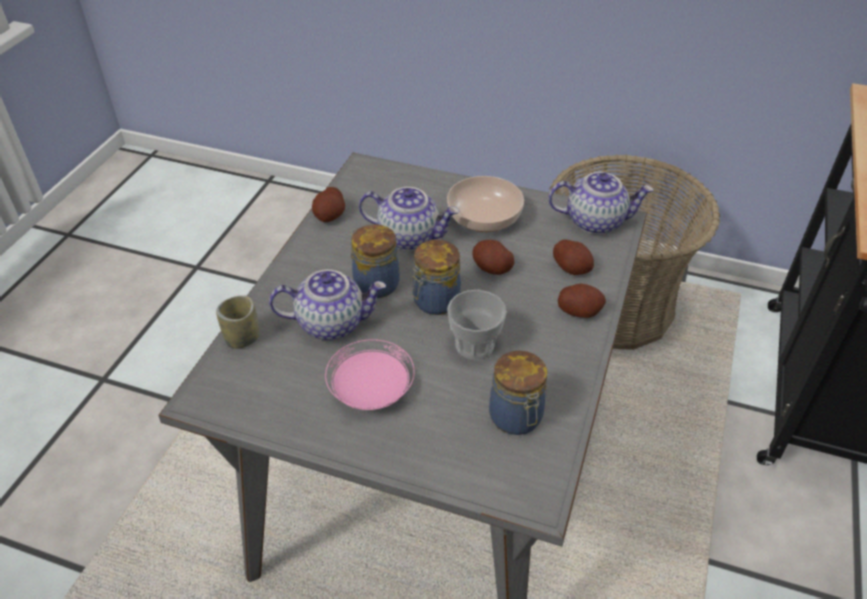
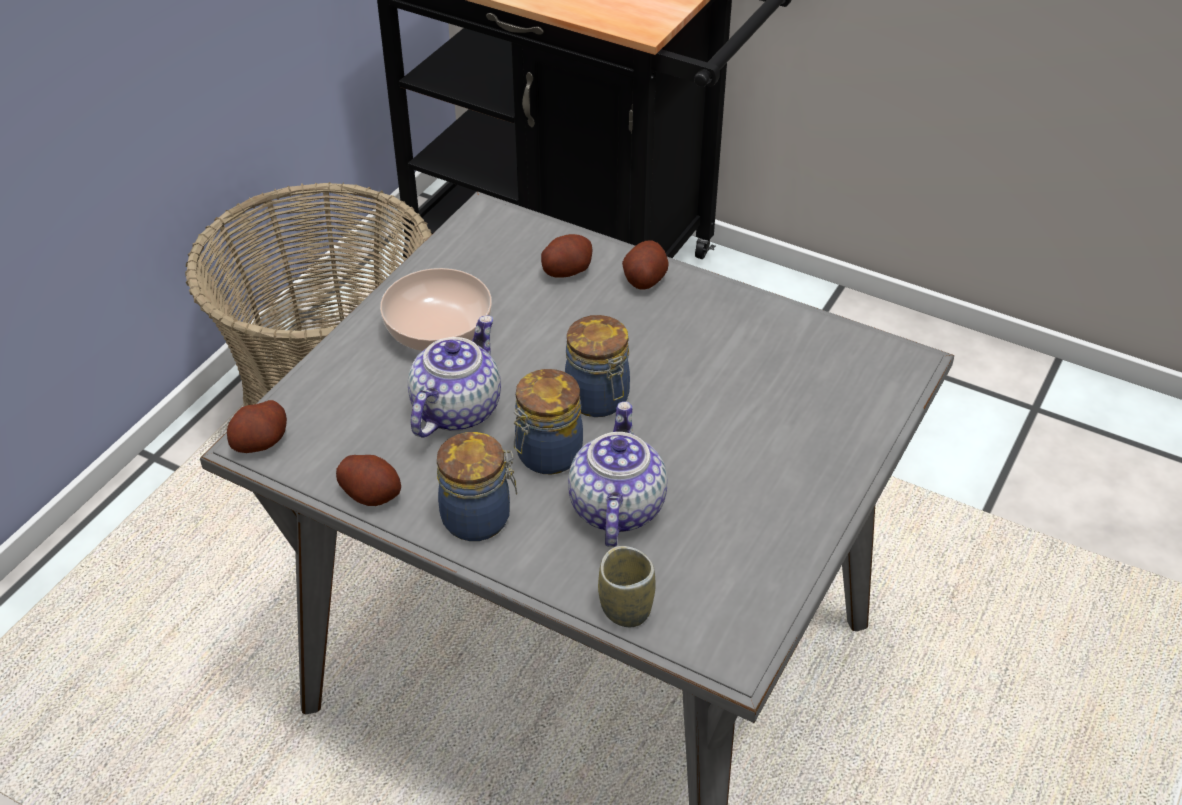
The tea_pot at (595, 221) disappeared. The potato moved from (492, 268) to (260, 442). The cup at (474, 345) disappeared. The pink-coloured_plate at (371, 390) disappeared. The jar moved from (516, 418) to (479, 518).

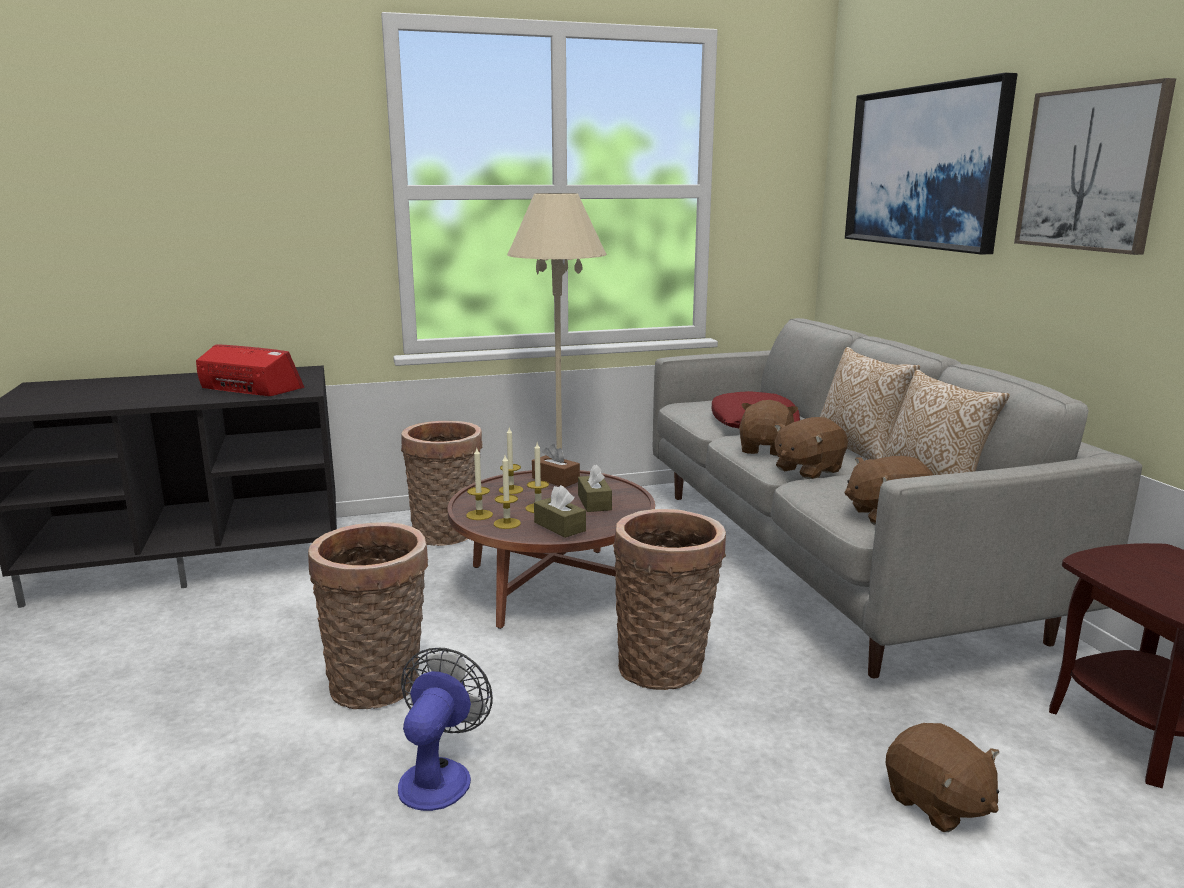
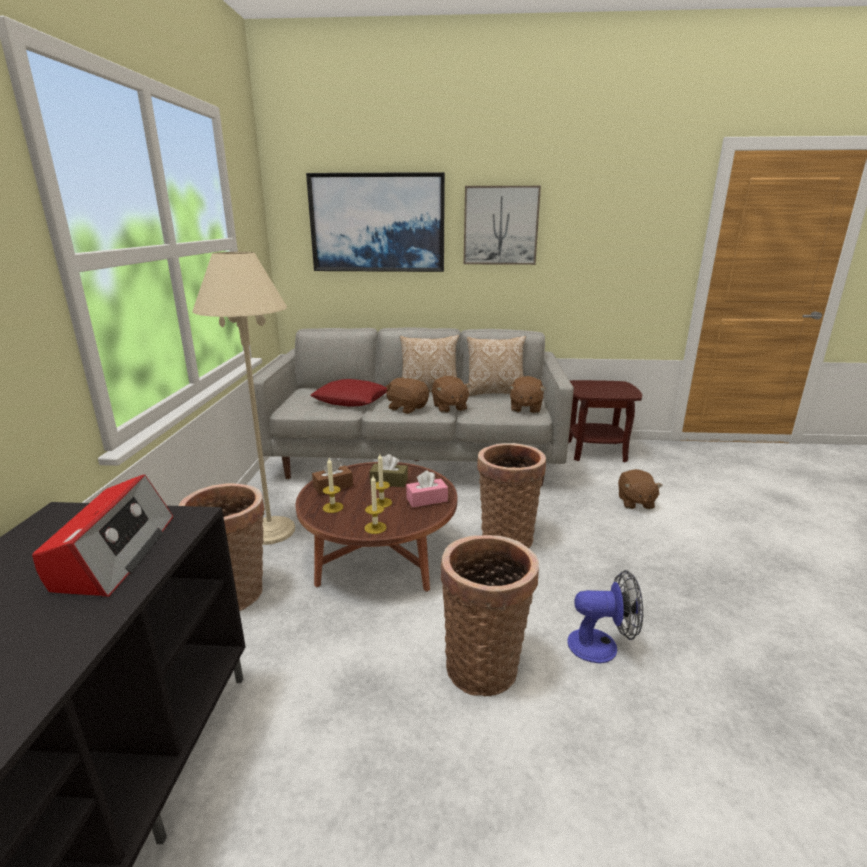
The radio_receiver at (250, 389) turned 135 degrees clockwise. The wax_candle at (507, 523) disappeared. The brownish_tissue_box at (559, 526) became the pink-coloured_tissue_box at (427, 499). The electric_fan at (439, 775) turned 150 degrees clockwise. The brownish_cuddly_toy at (937, 803) turned 105 degrees clockwise.

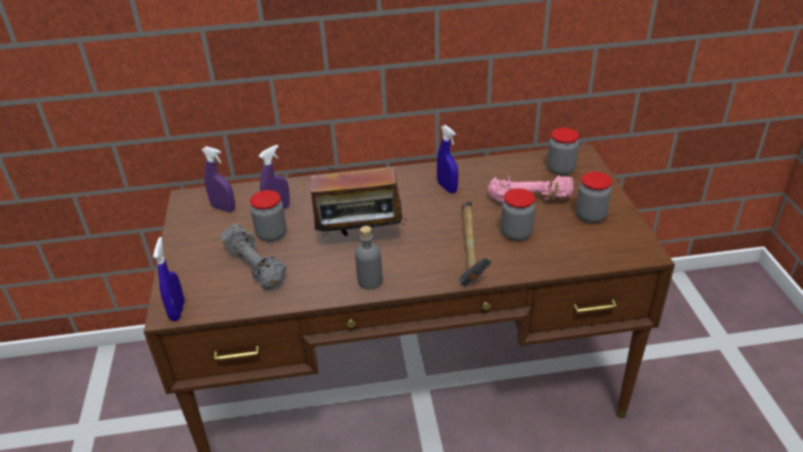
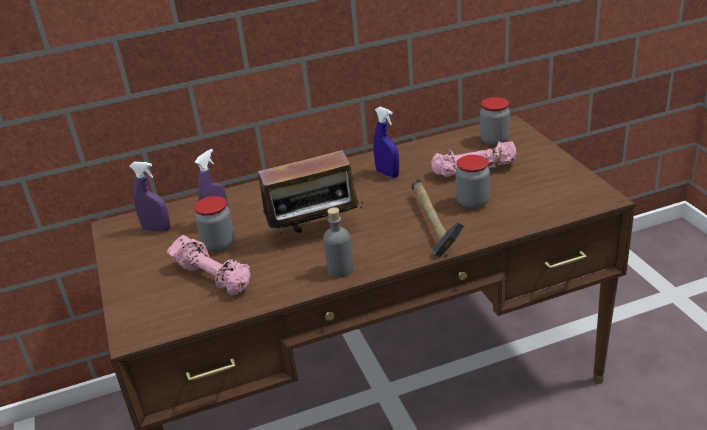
The jar at (590, 216) disappeared. The gray_free_weight at (256, 267) became the pink-coloured_free_weight at (213, 277). The blue_sprayer at (177, 311) disappeared.

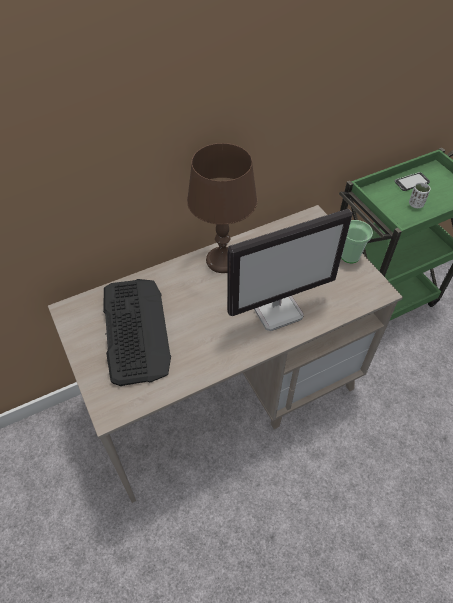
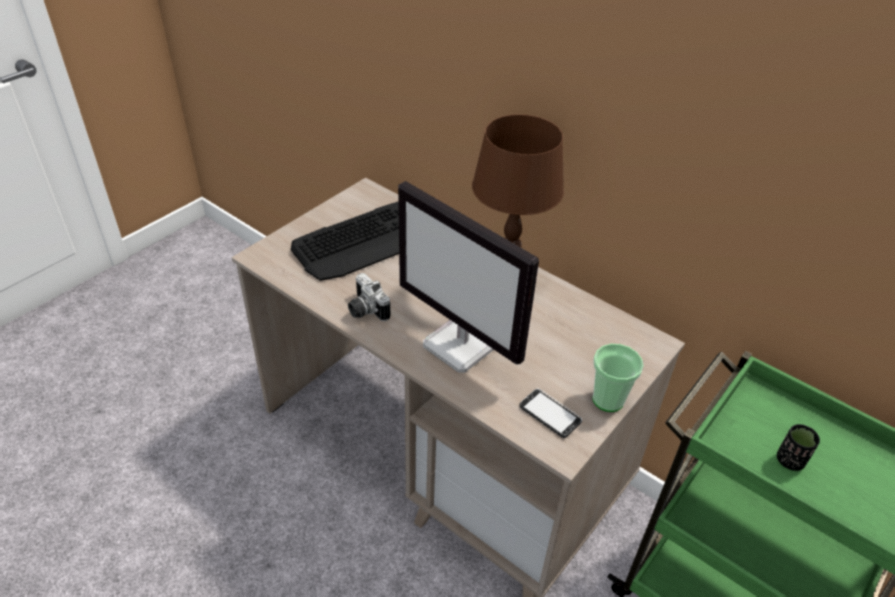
The phone moved from (411, 182) to (550, 414). The white_cup at (415, 204) became the black_cup at (790, 460). The still_camera at (365, 310) appeared.

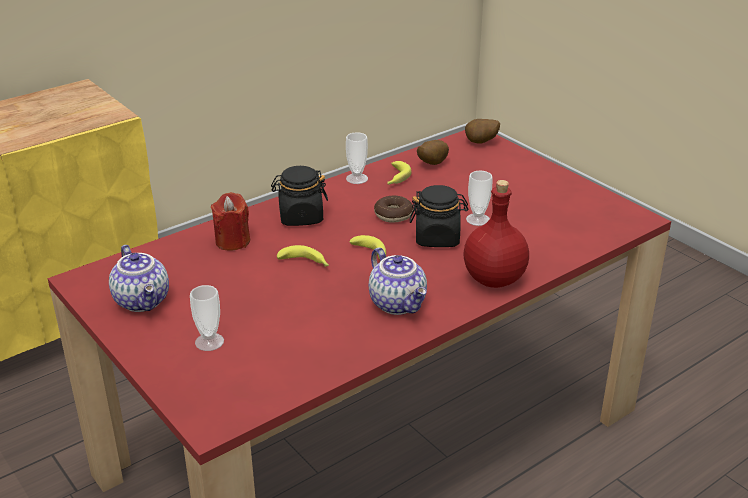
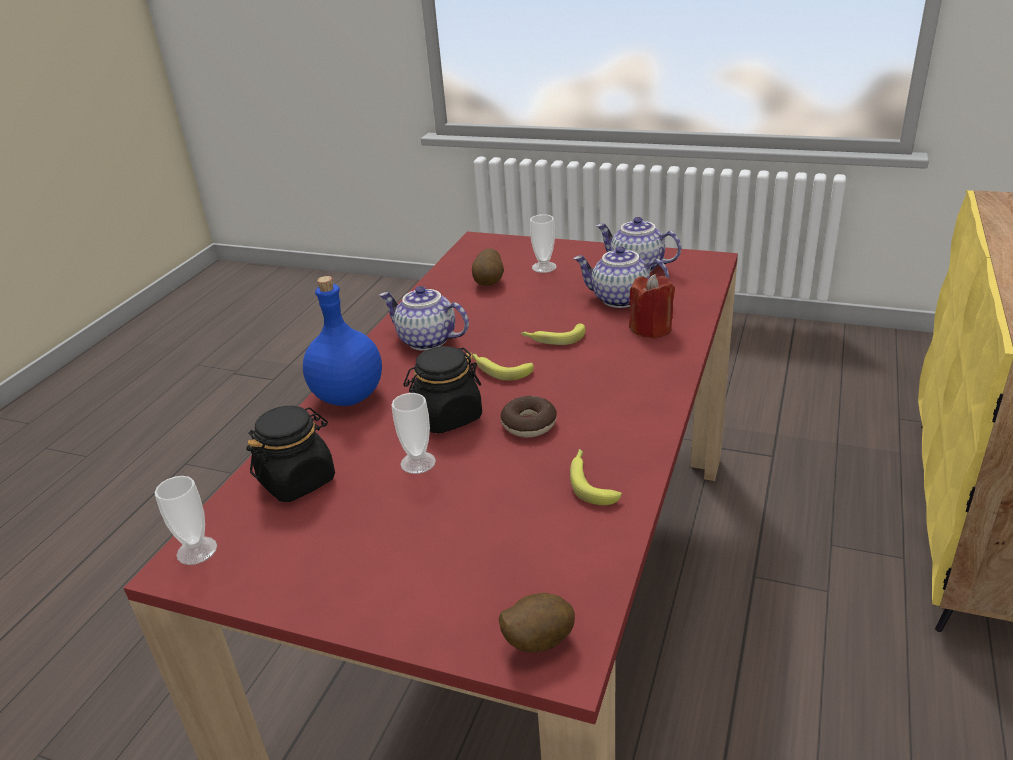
The cup moved from (357, 178) to (197, 551). The potato moved from (431, 164) to (489, 282). The black_jar moved from (300, 217) to (298, 480). The reddish_drink_bottle at (495, 279) became the blue_drink_bottle at (347, 397). The tea_pot at (619, 299) appeared.

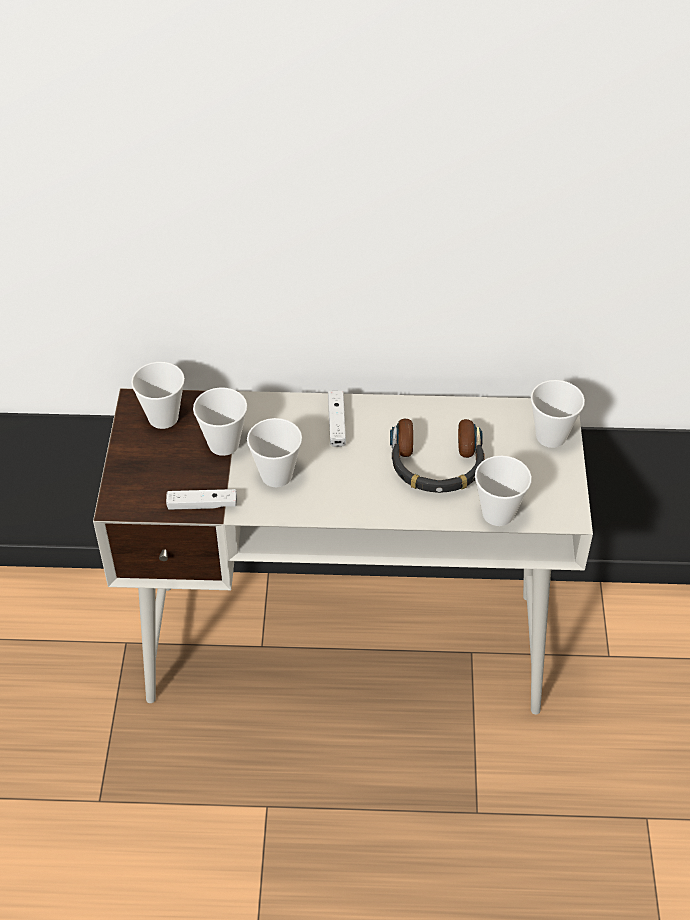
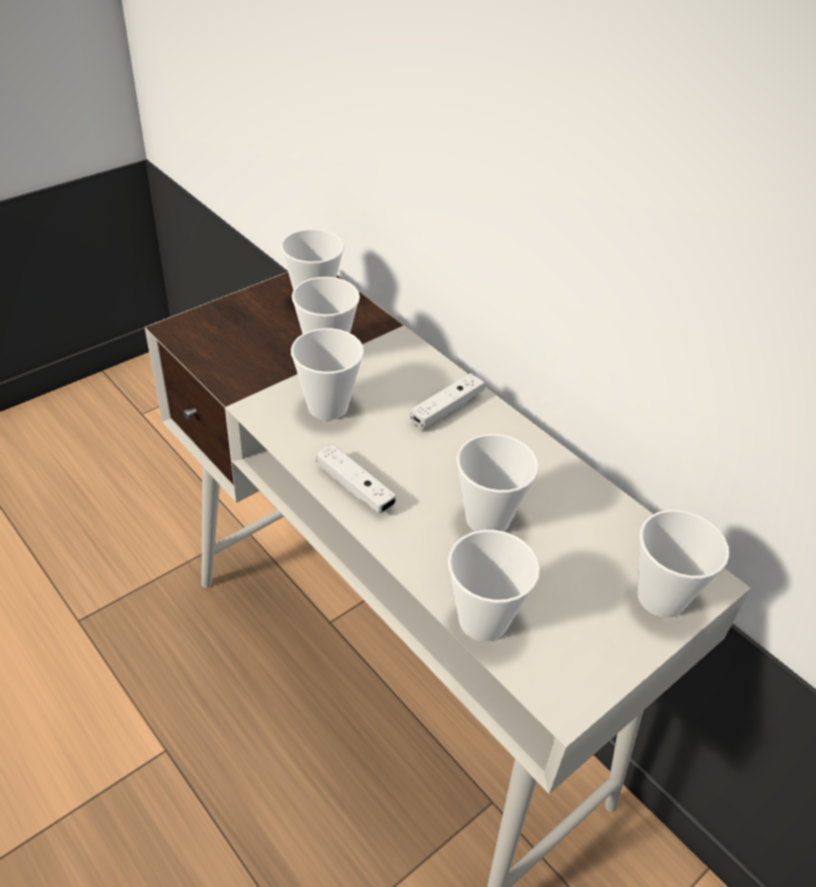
The pair_of_headphones at (436, 465) was replaced by the cup at (487, 518). The white_joypad moved from (202, 505) to (355, 487).

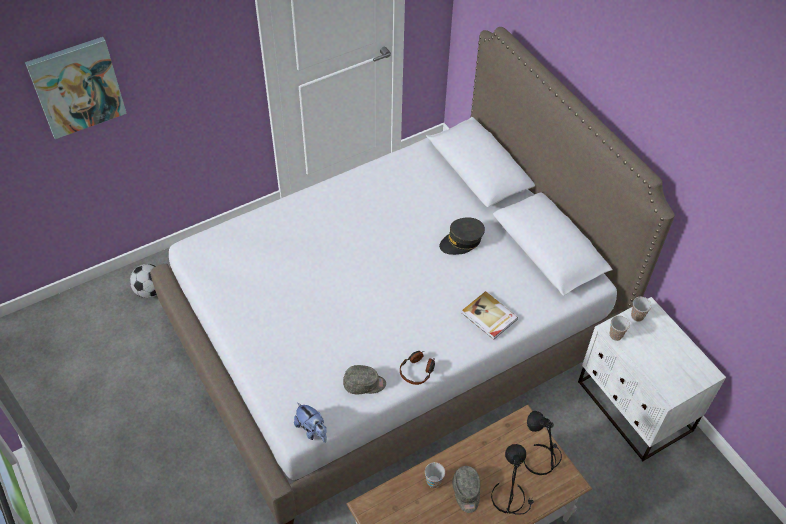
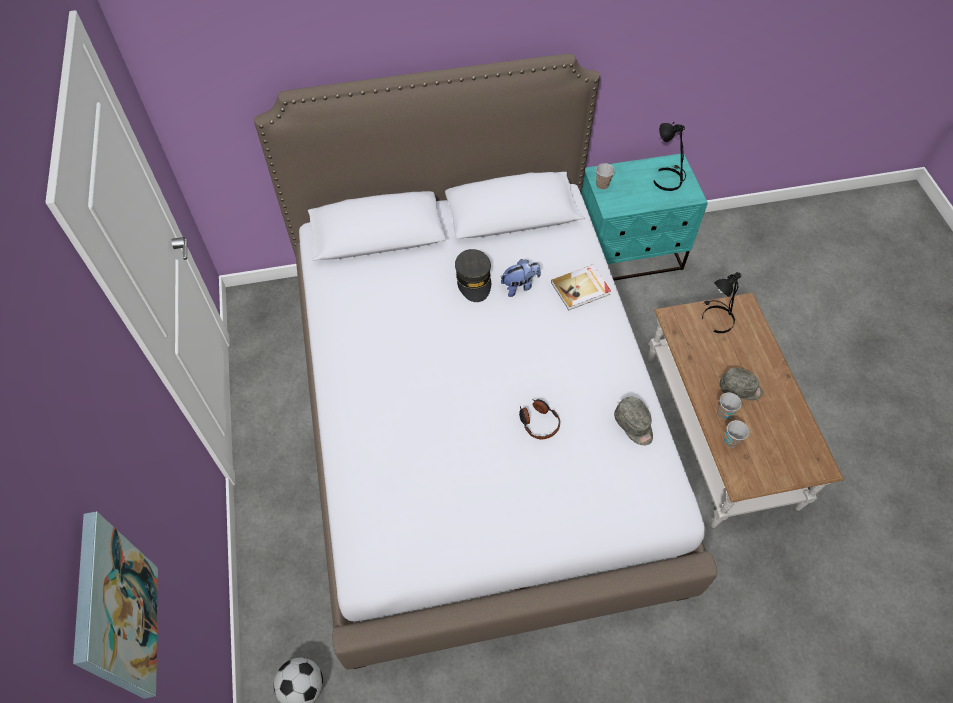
The white_night_table at (634, 407) became the turquoise_night_table at (628, 255). The cup moved from (615, 335) to (731, 441). The pair_of_headphones moved from (417, 370) to (538, 422). The gray_cap at (364, 384) turned 135 degrees clockwise. The cuddly_toy moved from (312, 430) to (519, 286). The black_tabletop_lamp moved from (510, 497) to (667, 178).

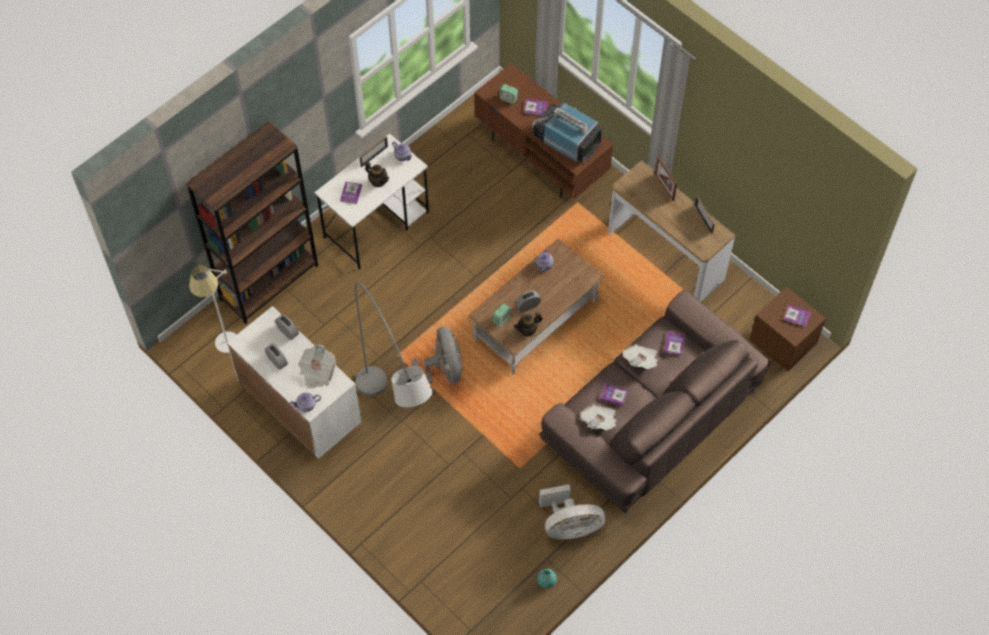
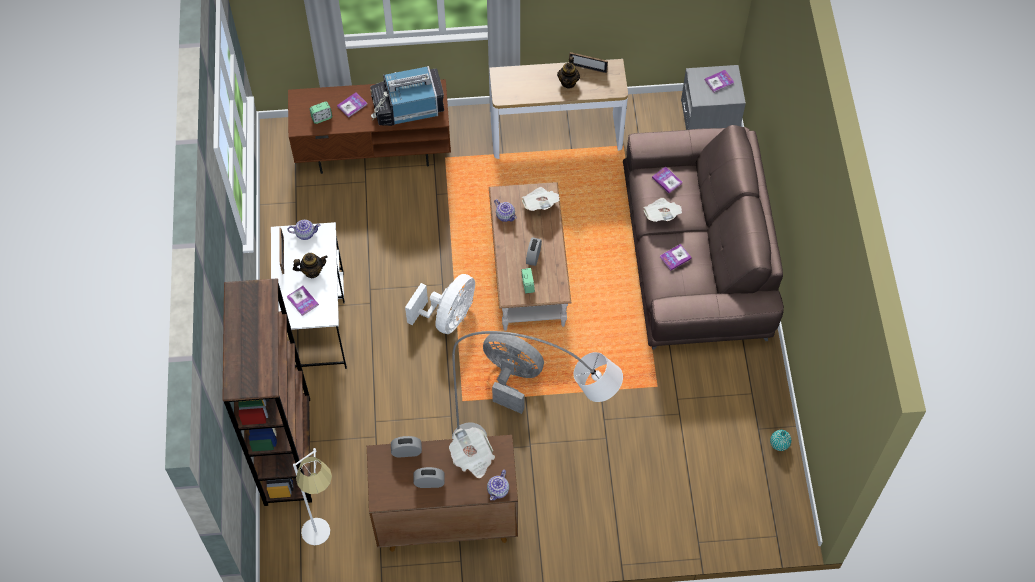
The photo_frame at (664, 187) disappeared. The brownish_night_table at (783, 342) became the gray_night_table at (709, 118). The white_storage_cabinet at (301, 411) became the brownish_storage_cabinet at (445, 519). The tea_pot moved from (528, 330) to (568, 82). The daily_paper moved from (599, 421) to (540, 204). The white_electric_fan moved from (569, 526) to (448, 317).

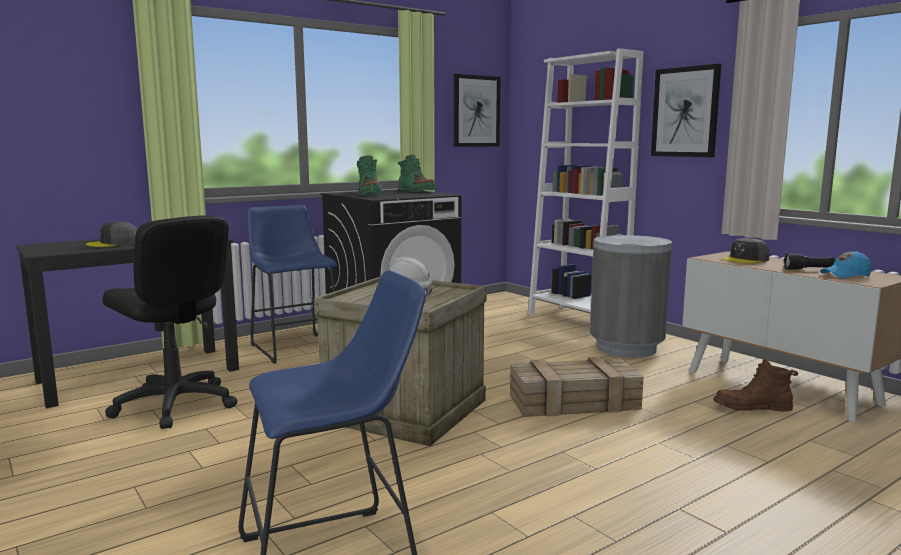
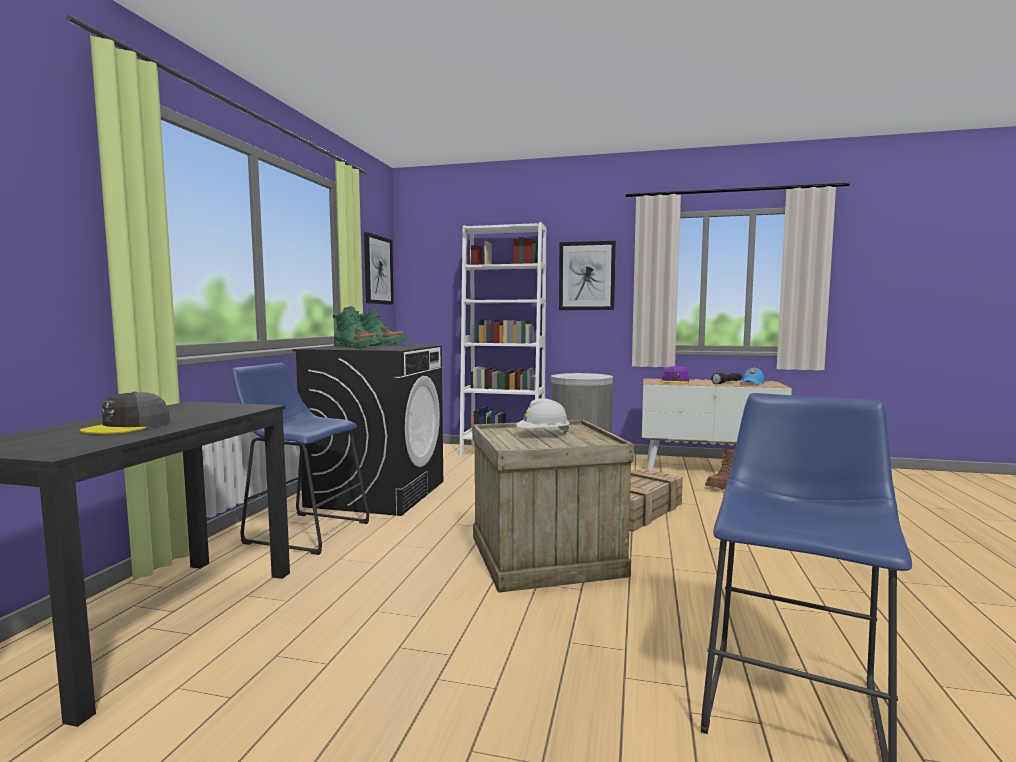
The black_desk_chair at (175, 405) disappeared. The gray_cap at (745, 259) became the purple_cap at (675, 381).

